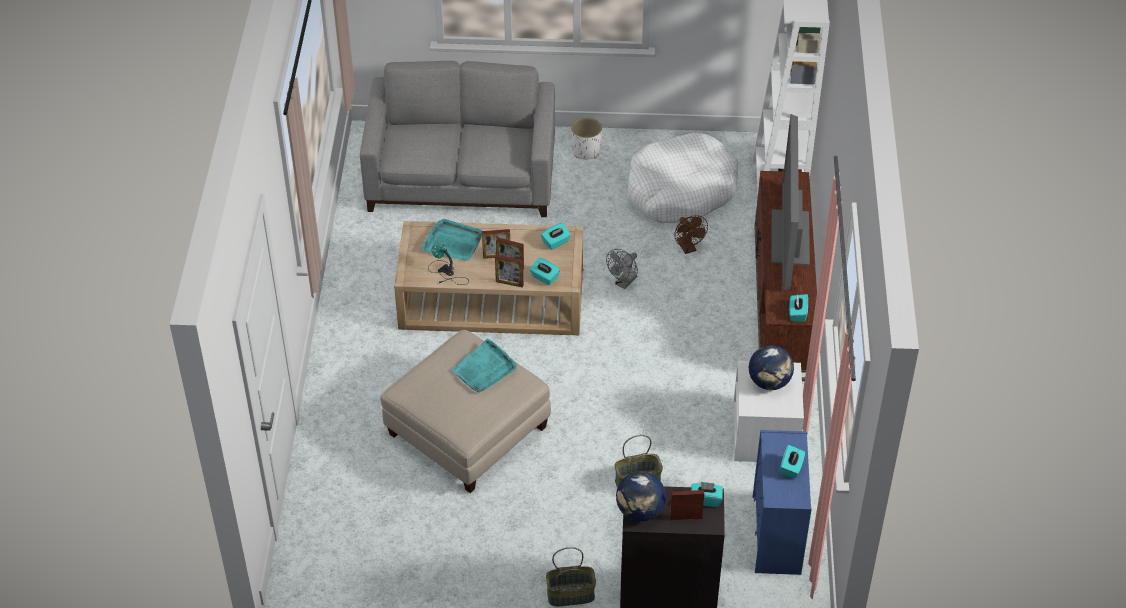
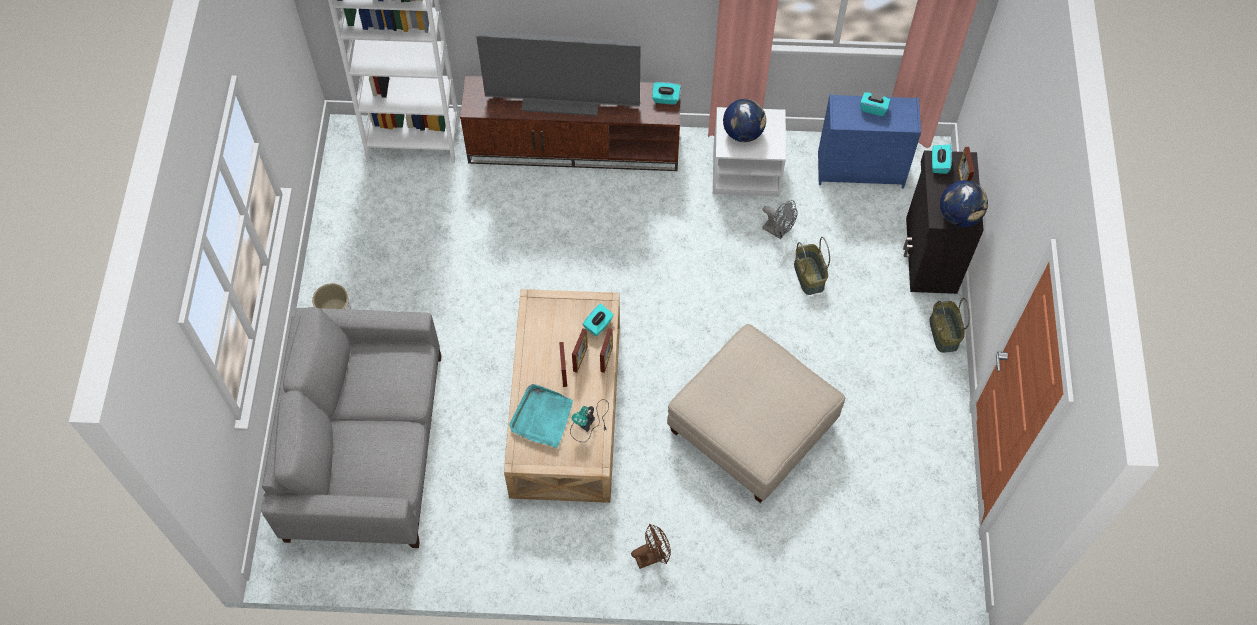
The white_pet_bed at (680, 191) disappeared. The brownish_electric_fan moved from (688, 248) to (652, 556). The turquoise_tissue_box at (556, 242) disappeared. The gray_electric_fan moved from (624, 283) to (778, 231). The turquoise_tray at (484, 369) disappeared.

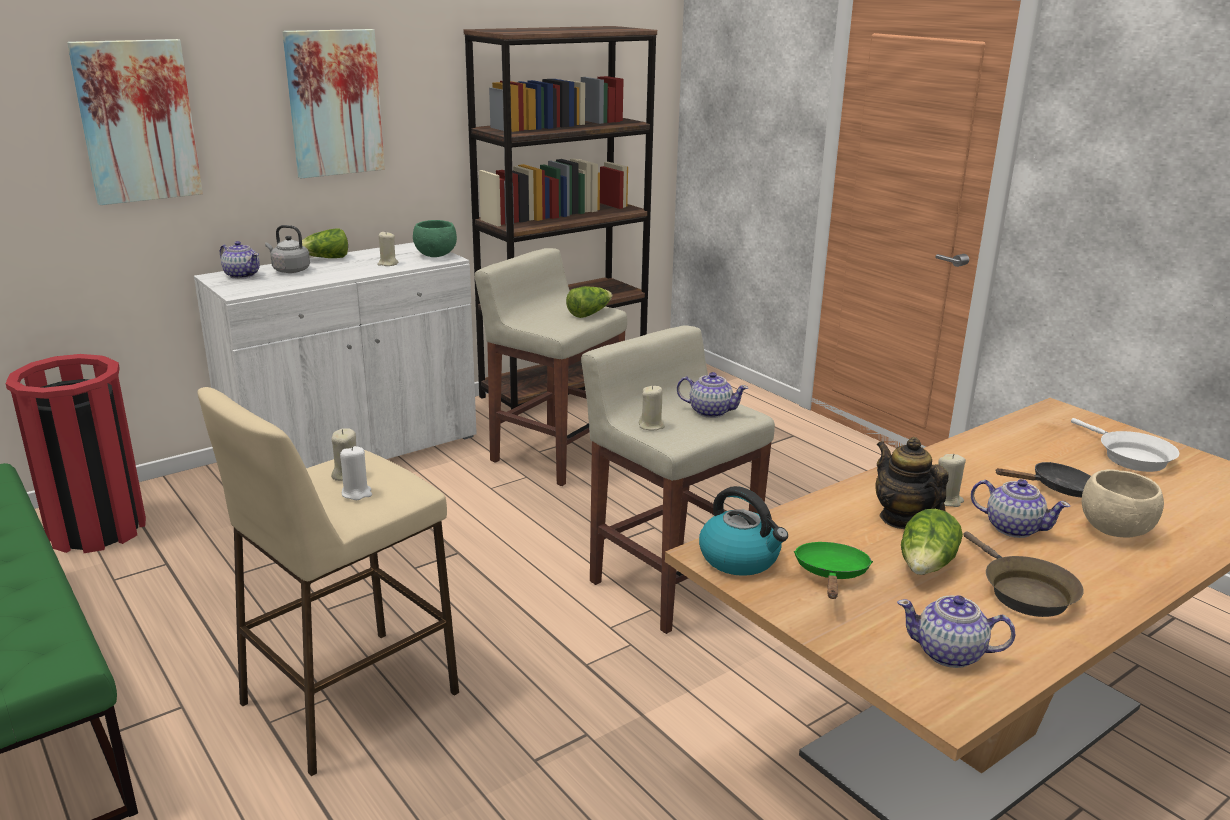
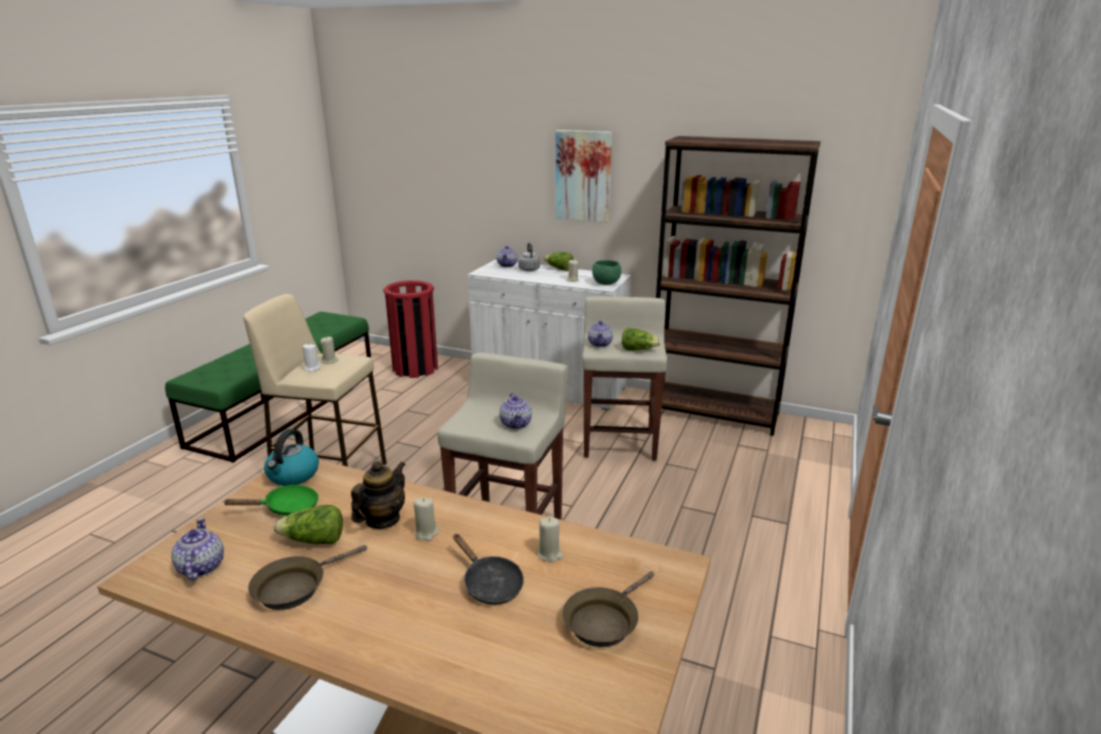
The wall_art at (137, 121) disappeared. The sand-coloured_wax_candle moved from (651, 426) to (550, 554). The white_skillet at (1129, 456) became the brownish_skillet at (604, 621). The sand-coloured_serving_bowl at (1114, 531) disappeared. The tea_pot moved from (1012, 528) to (600, 344).

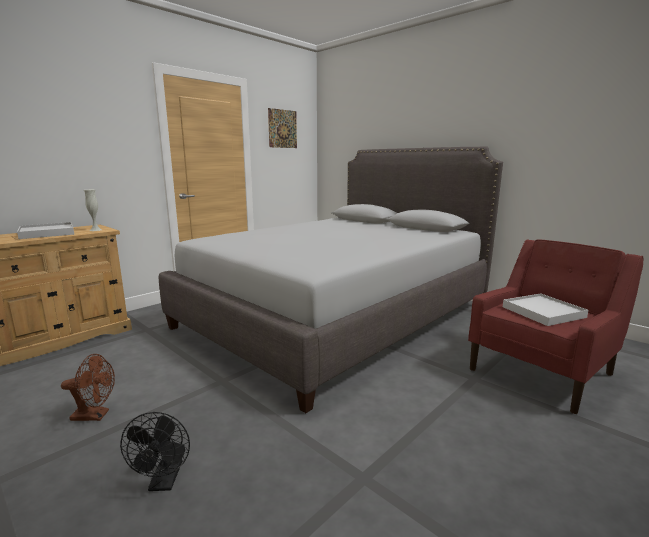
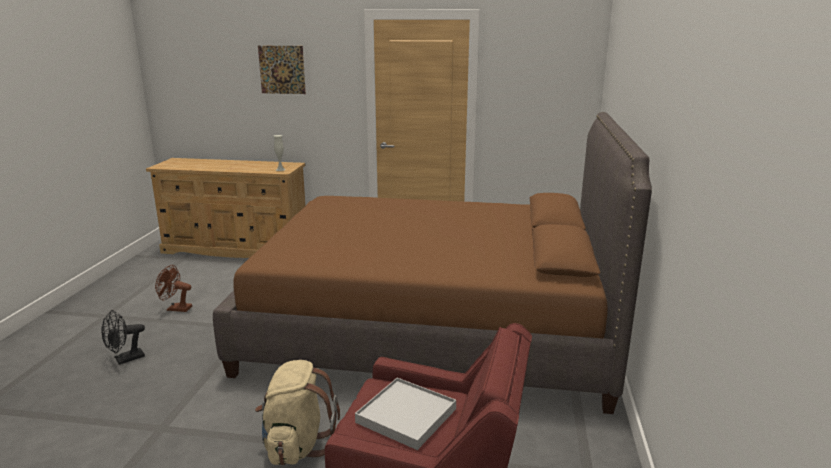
The wall_art moved from (282, 128) to (282, 69). The gray_bed at (337, 316) became the brownish_bed at (431, 328). The white_tray at (47, 233) disappeared. The brownish_electric_fan at (95, 415) turned 135 degrees clockwise. The sand-coloured_knapsack at (297, 445) appeared.

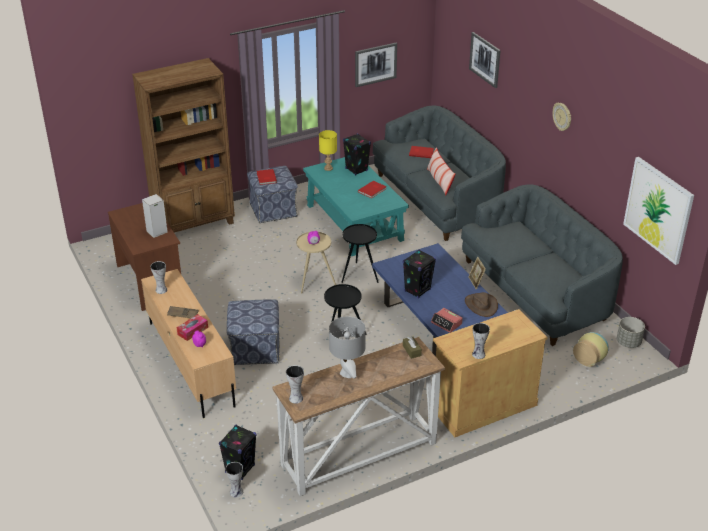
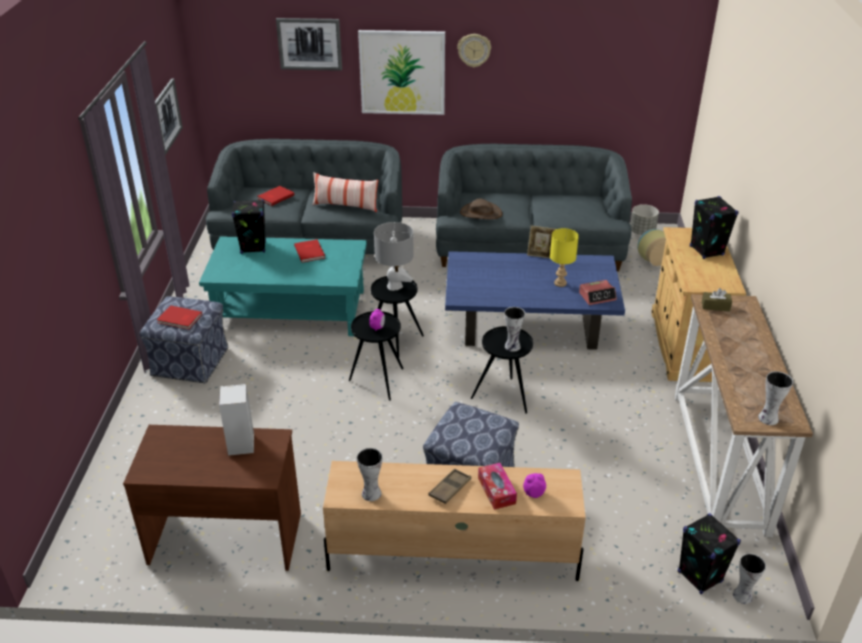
The brownish_bookshelf at (194, 224) disappeared. The yellow_tabletop_lamp moved from (328, 168) to (560, 283). The wall_art moved from (658, 210) to (402, 72). The sand-coloured_side_table at (315, 282) became the black_side_table at (378, 382). The black_speaker moved from (417, 290) to (706, 250). The brownish_hat moved from (481, 305) to (481, 213). The gray_tabletop_lamp moved from (347, 373) to (395, 286). The flower_vase moved from (479, 355) to (513, 346).

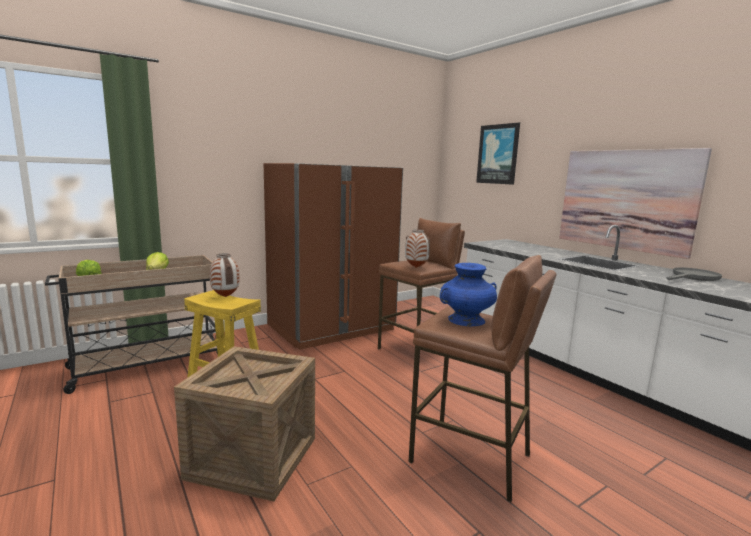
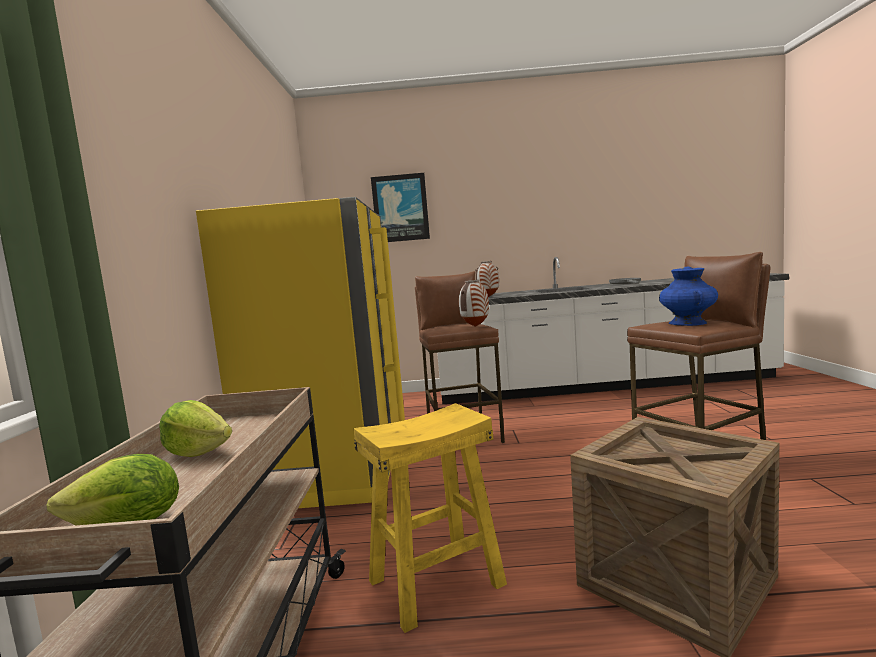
The wall_art at (625, 199) disappeared. The brownish_kitchen_fridge at (331, 327) became the yellow_kitchen_fridge at (335, 467). The flower_vase moved from (226, 297) to (489, 297).

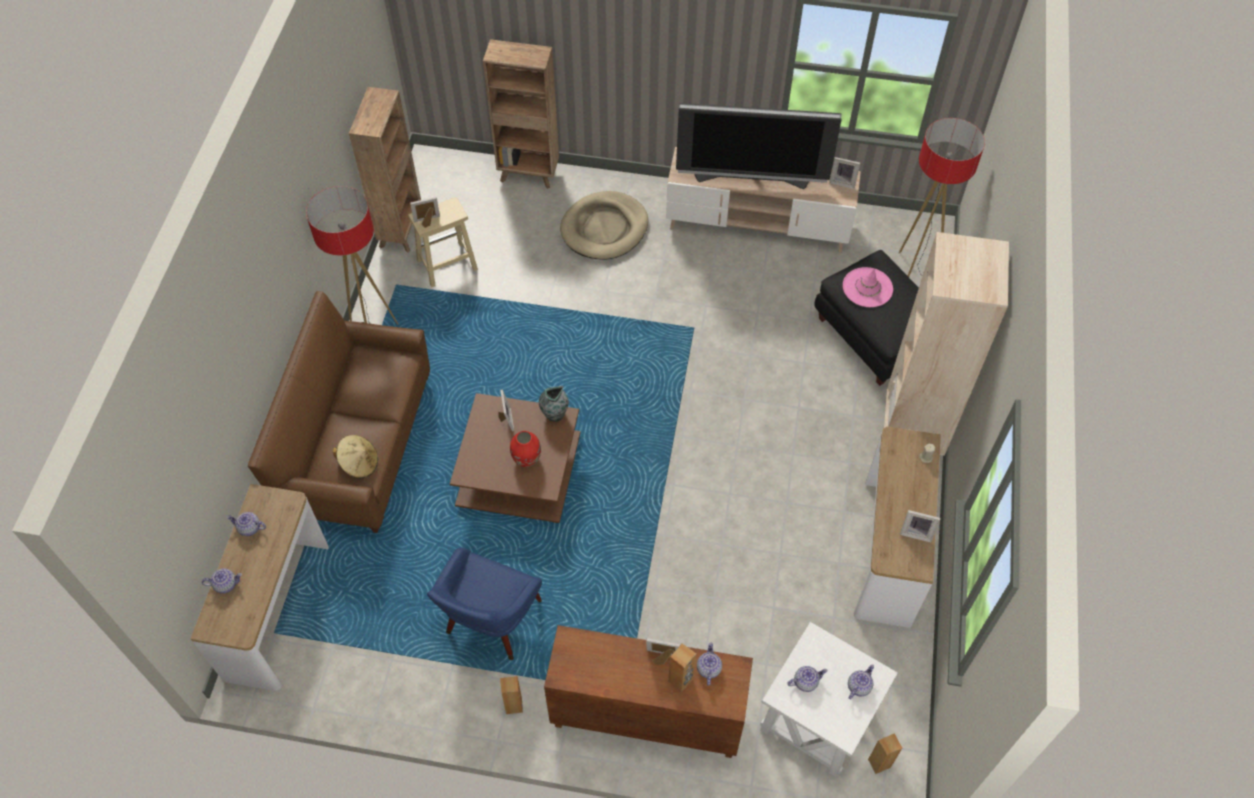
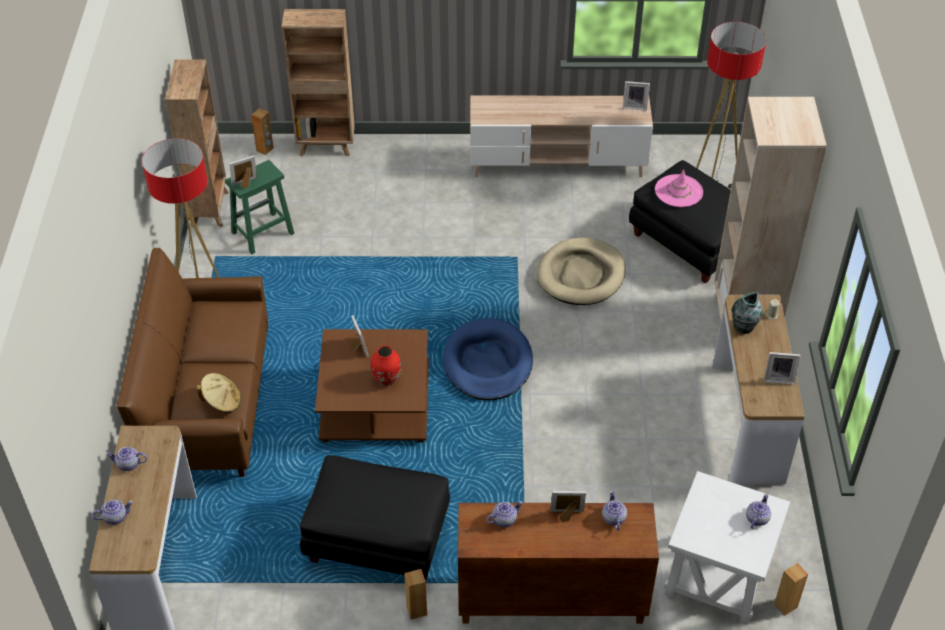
The television at (751, 178) disappeared. The sand-coloured_pet_bed moved from (604, 228) to (581, 275). The sand-coloured_sitting_stool at (446, 265) became the green_sitting_stool at (262, 233). The flower_vase moved from (554, 414) to (743, 327). The blue_armchair at (491, 623) was replaced by the black_footrest at (377, 540). The brownish_speaker moved from (681, 680) to (265, 149). The tea_pot moved from (805, 681) to (504, 519). The blue_pet_bed at (487, 363) appeared.

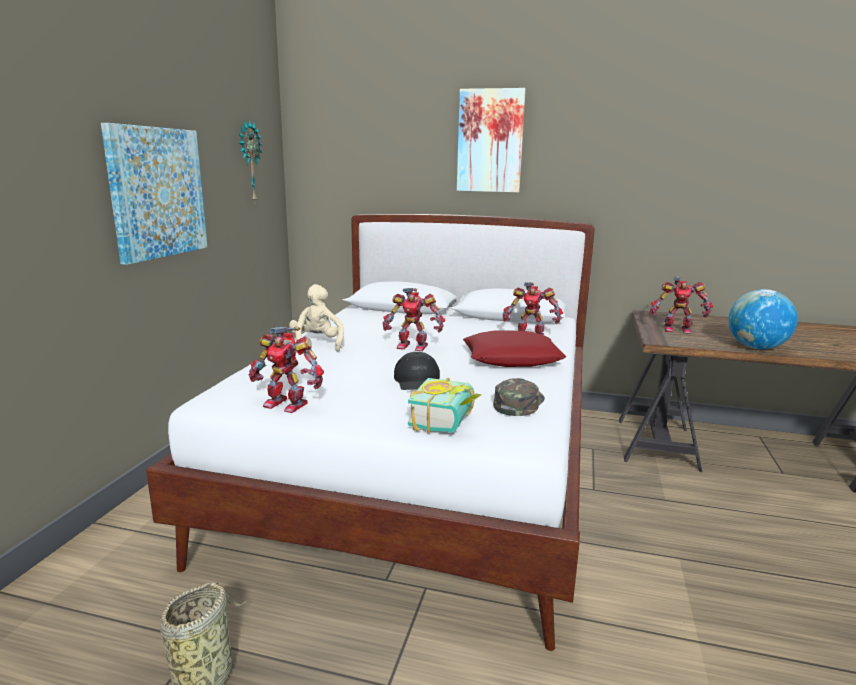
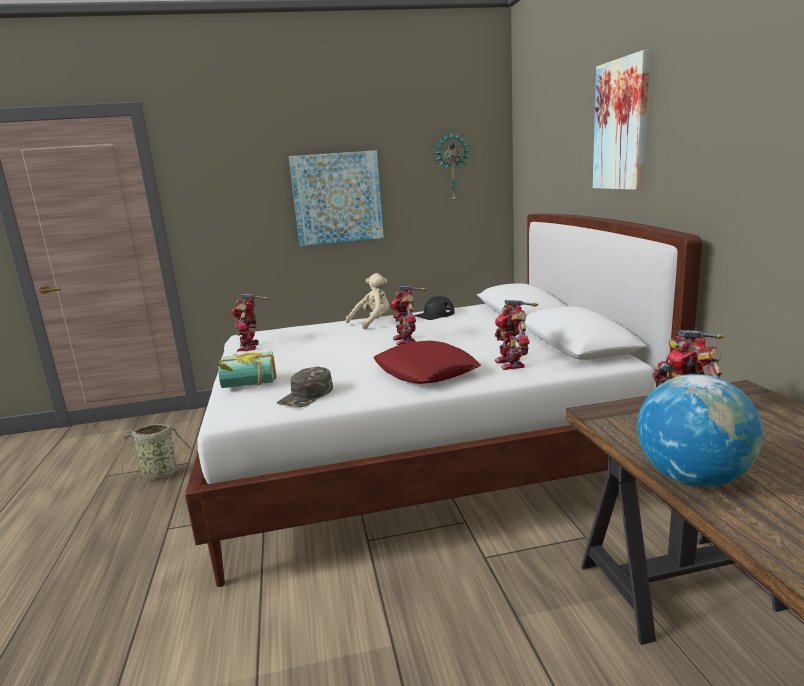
The black_cap moved from (418, 381) to (434, 315). The green_cap at (518, 403) turned 120 degrees clockwise.

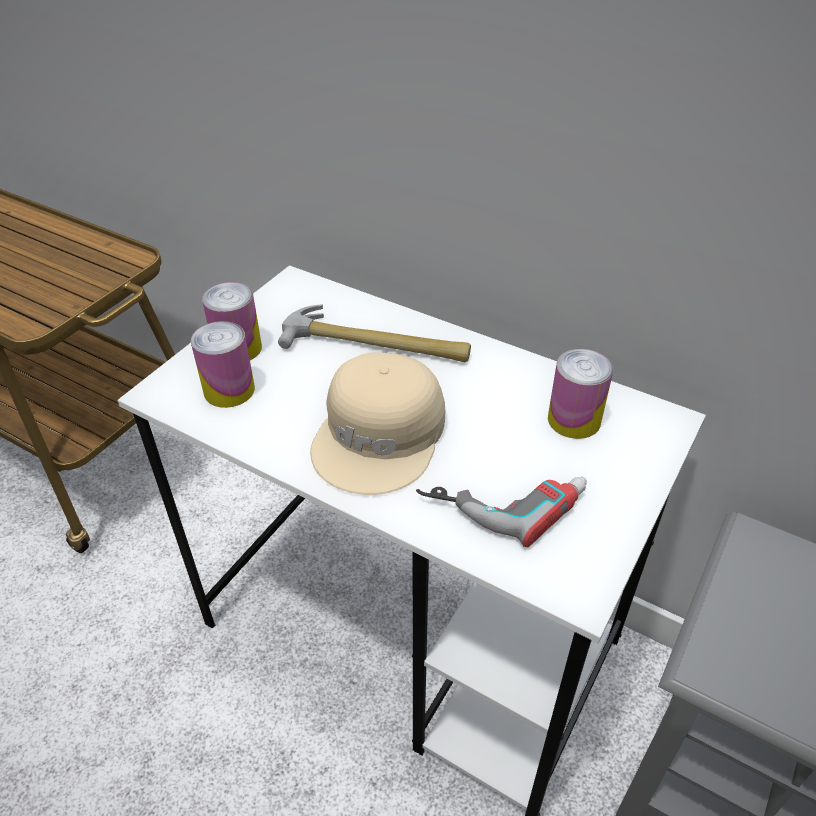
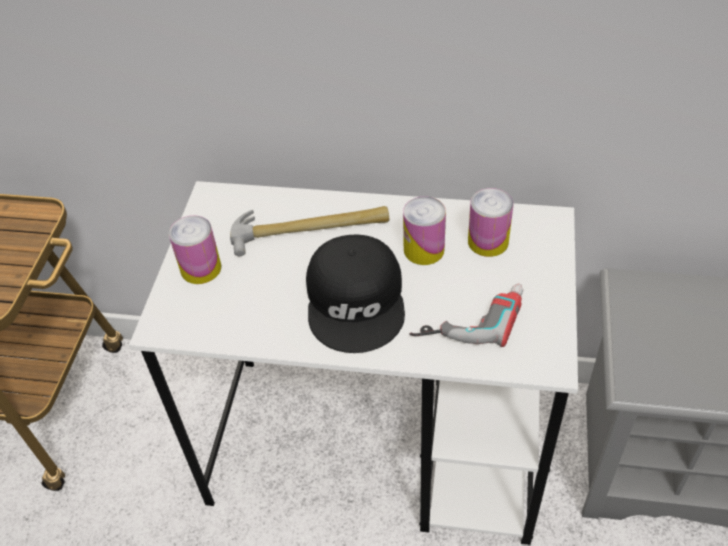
The can moved from (229, 390) to (424, 250). The sand-coloured_cap at (381, 435) became the black_cap at (357, 301).

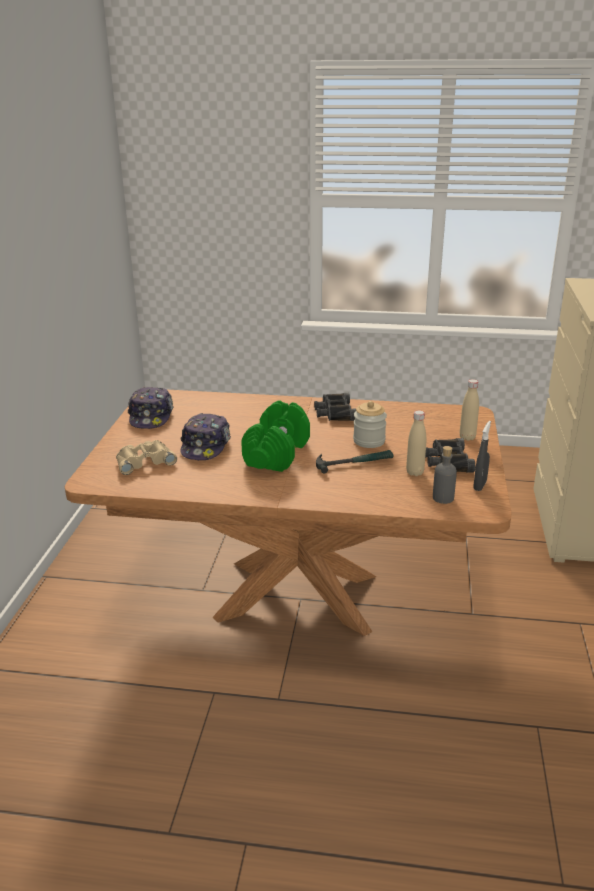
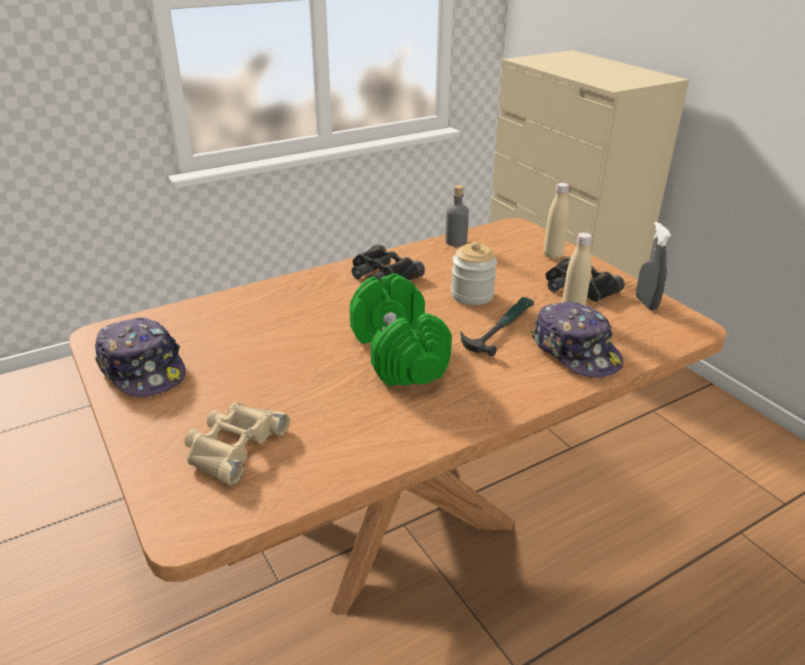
The cap moved from (206, 446) to (576, 351). The gray_drink_bottle moved from (443, 498) to (456, 241).

